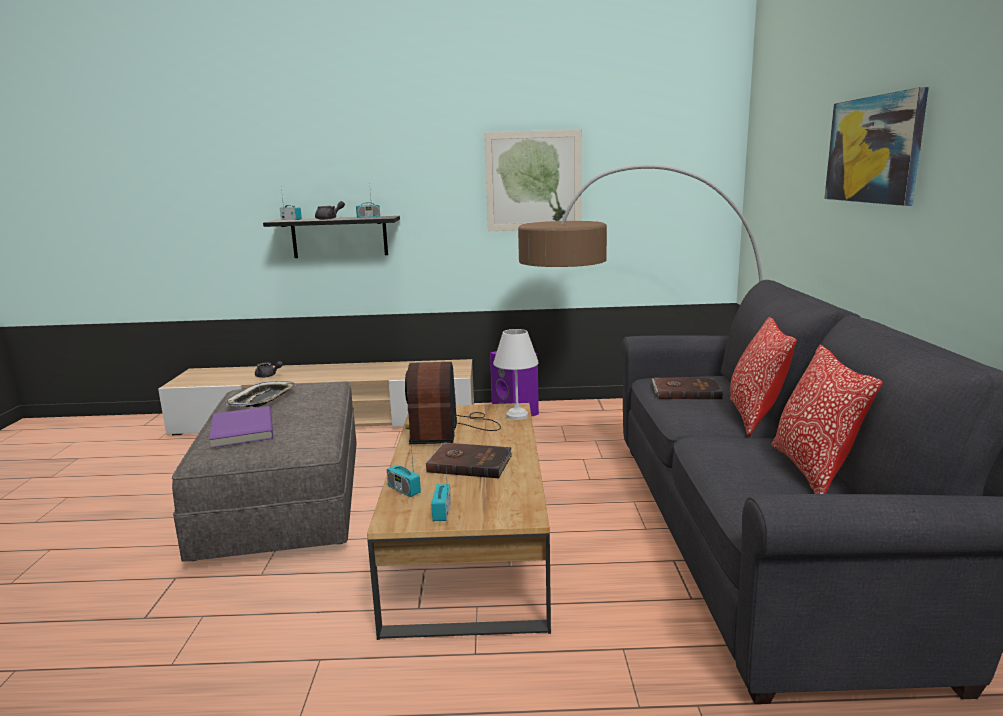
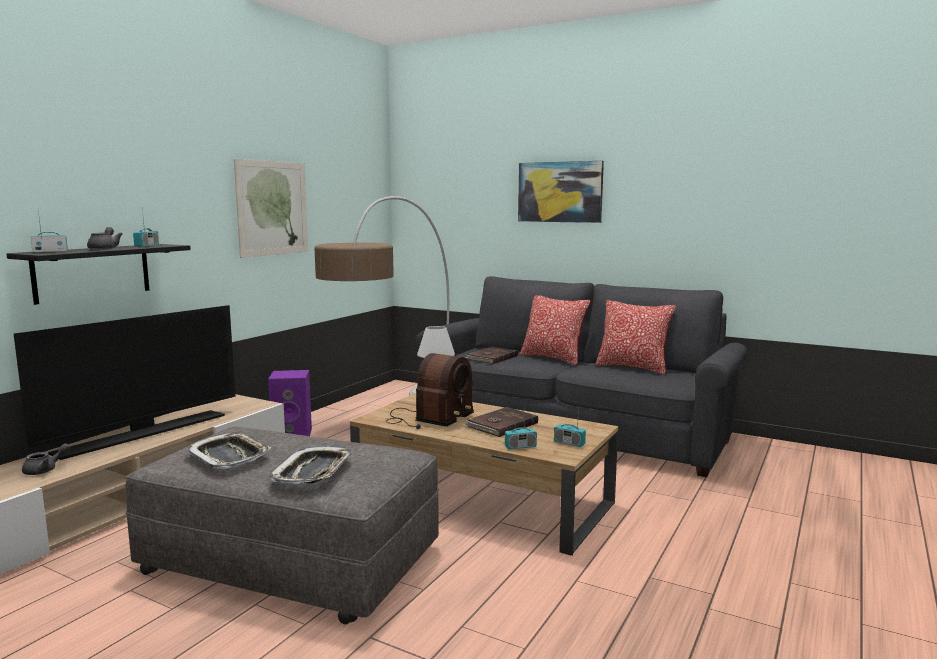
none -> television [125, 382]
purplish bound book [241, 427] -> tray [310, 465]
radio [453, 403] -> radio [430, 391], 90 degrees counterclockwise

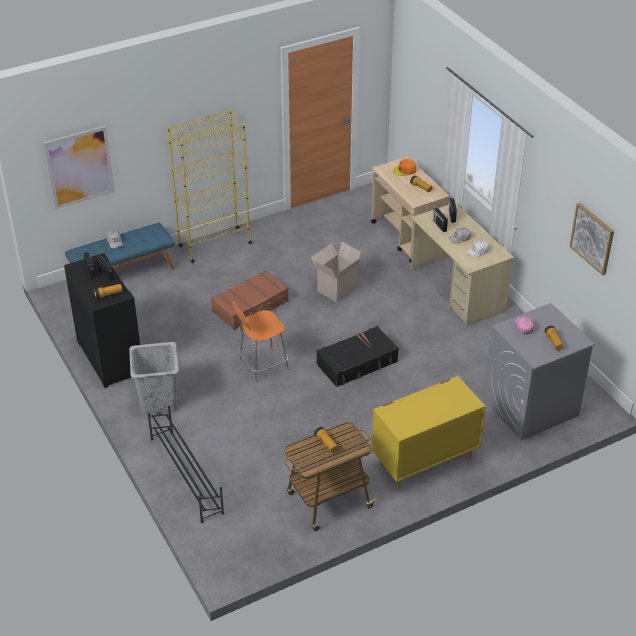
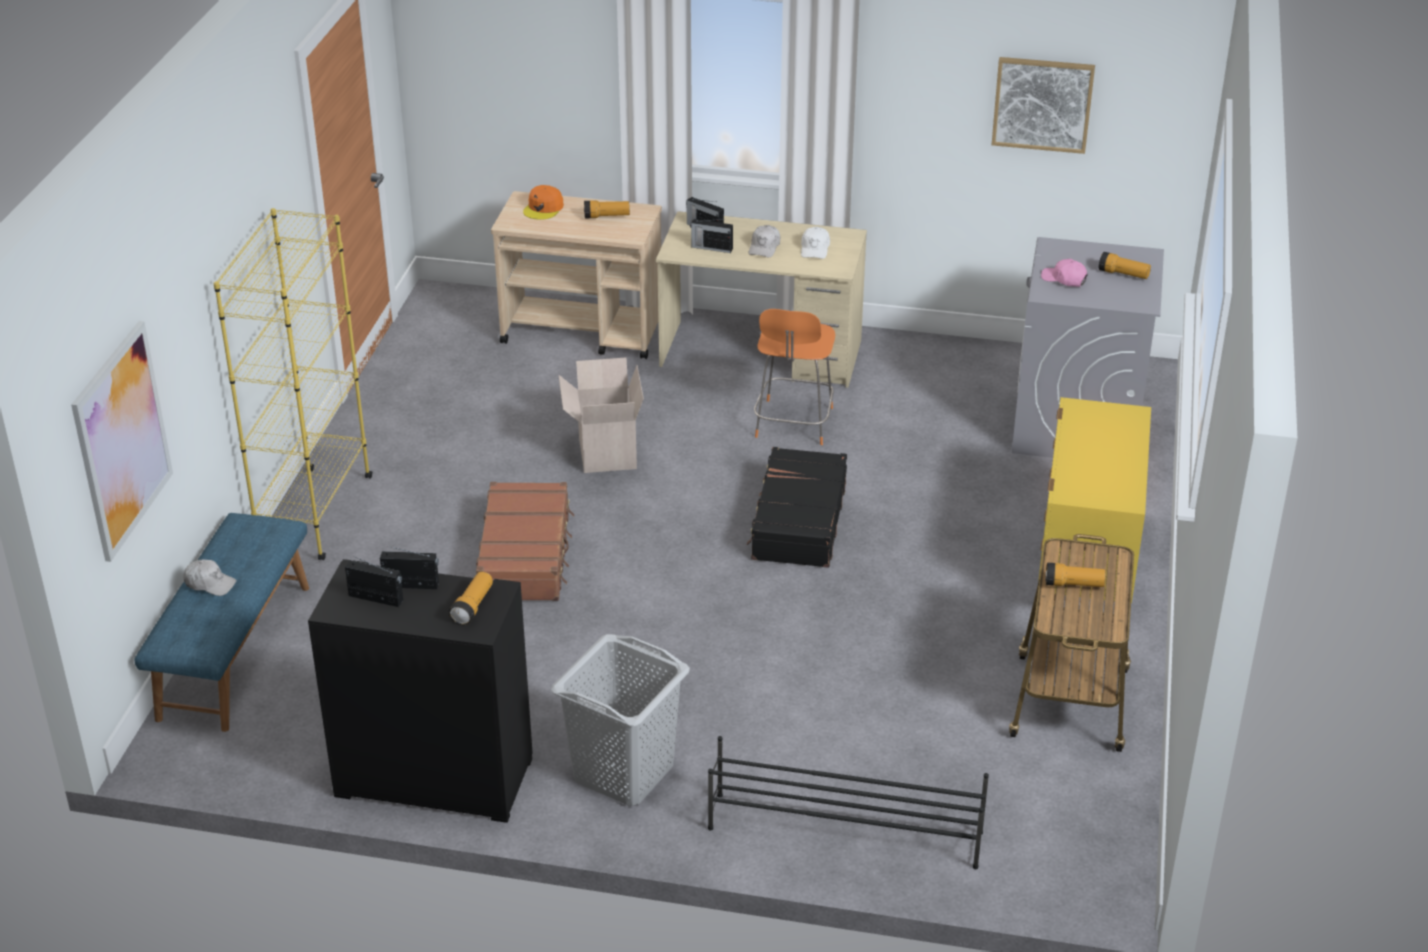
orangey chair [260, 342] -> orangey chair [794, 377], relocated

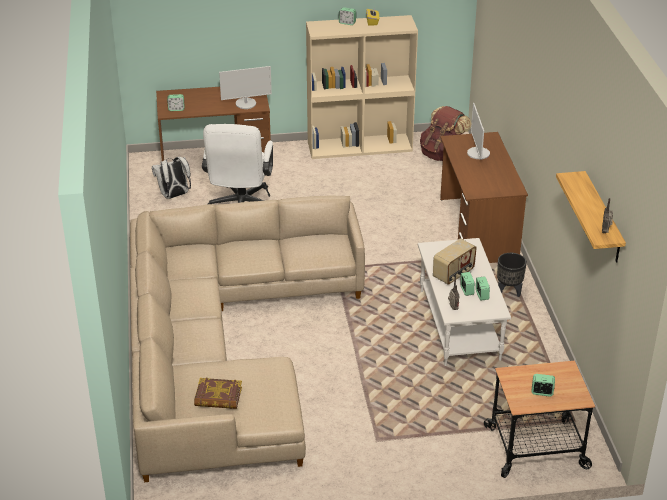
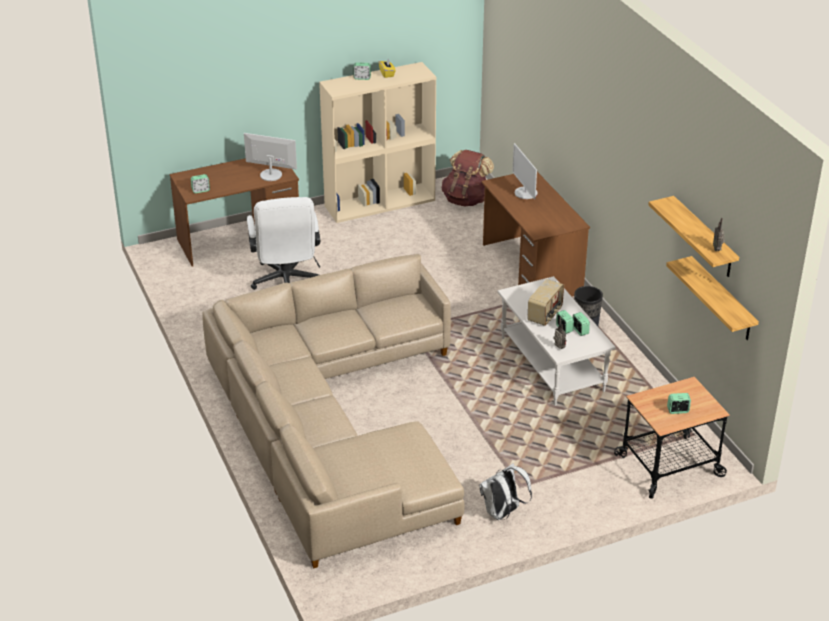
bound book [218, 393] -> none
none -> bracket shelf [712, 298]
white knapsack [171, 178] -> white knapsack [505, 491], relocated
computer display [245, 87] -> computer display [270, 157], 135 degrees counterclockwise

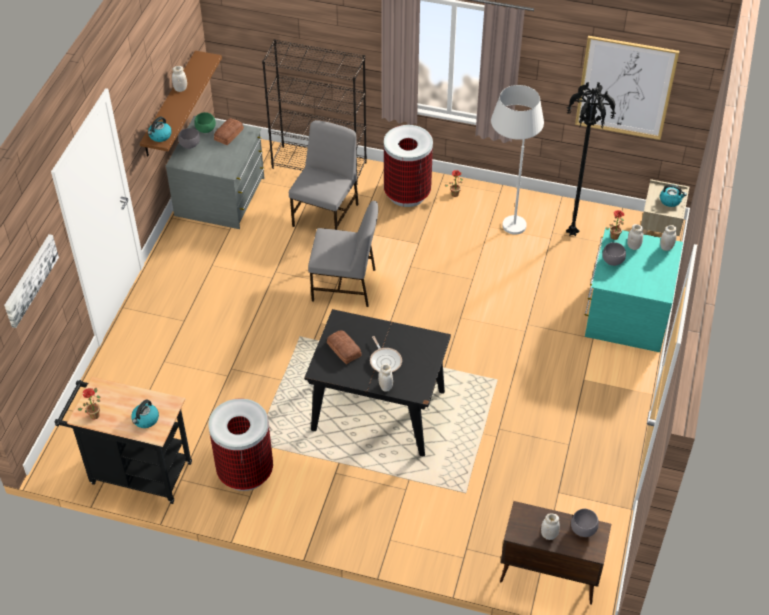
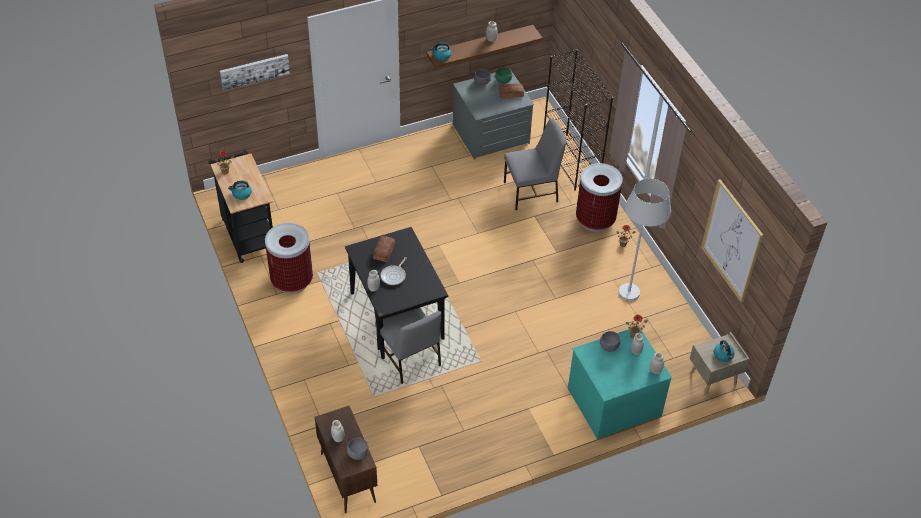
black-coloured floor lamp [591, 159] -> none
grey chair [343, 254] -> grey chair [408, 346], relocated

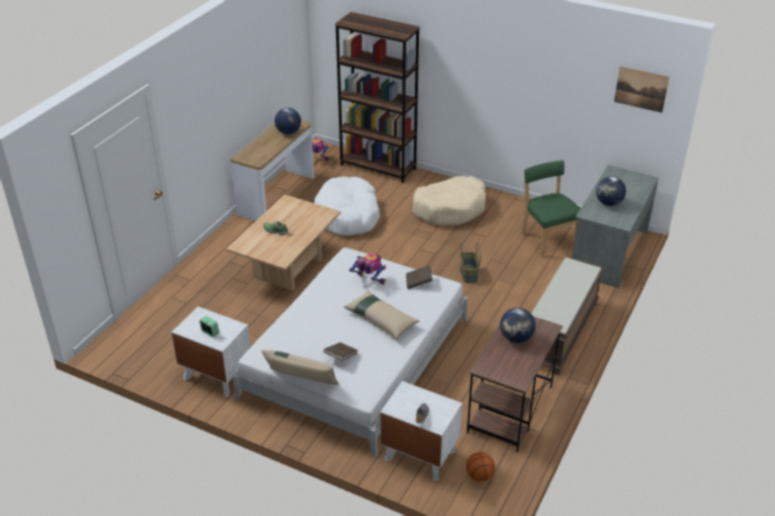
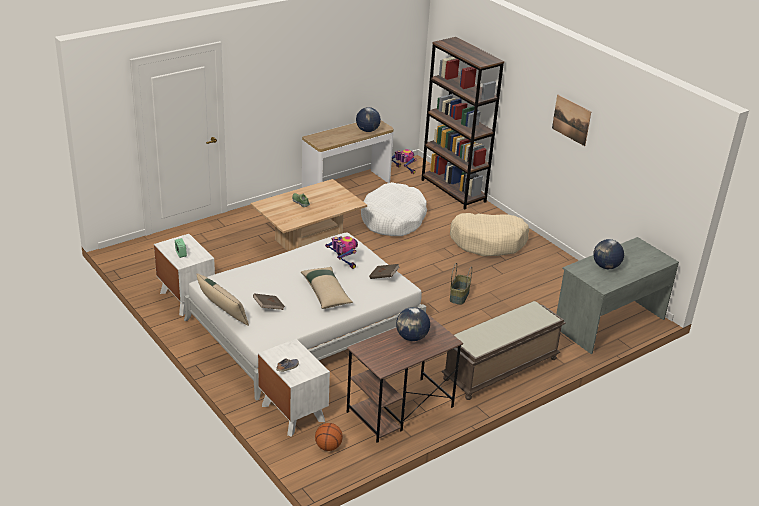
green chair [551, 209] -> none
wall picture [641, 89] -> wall picture [571, 120], relocated

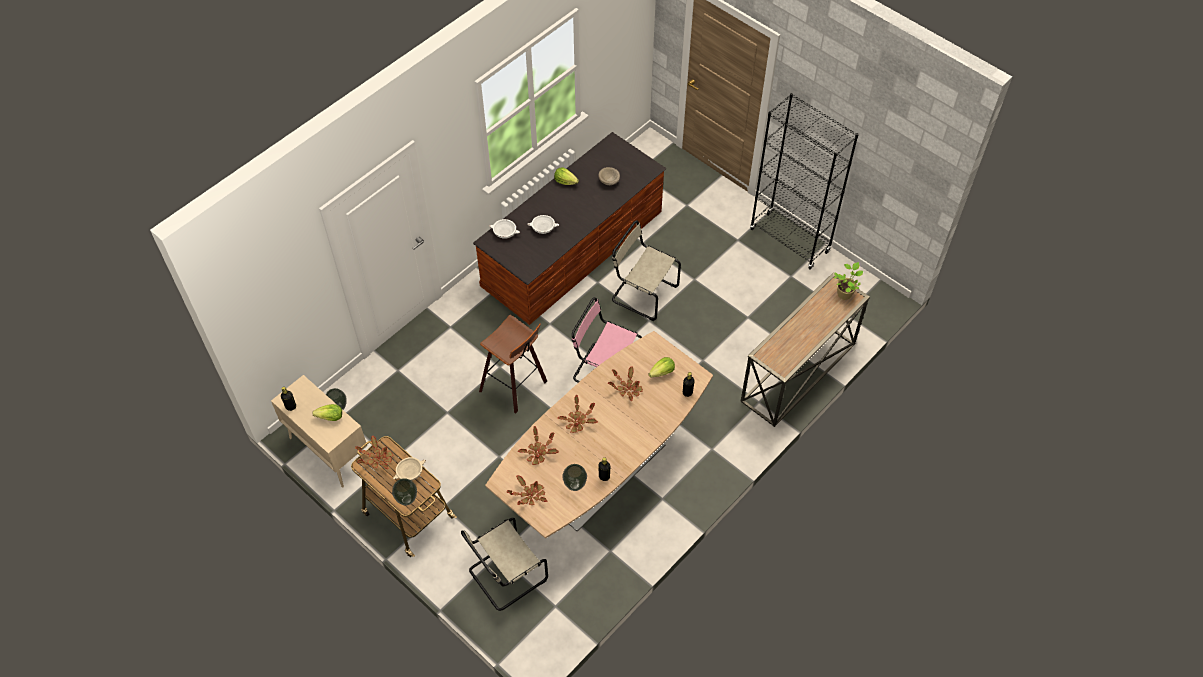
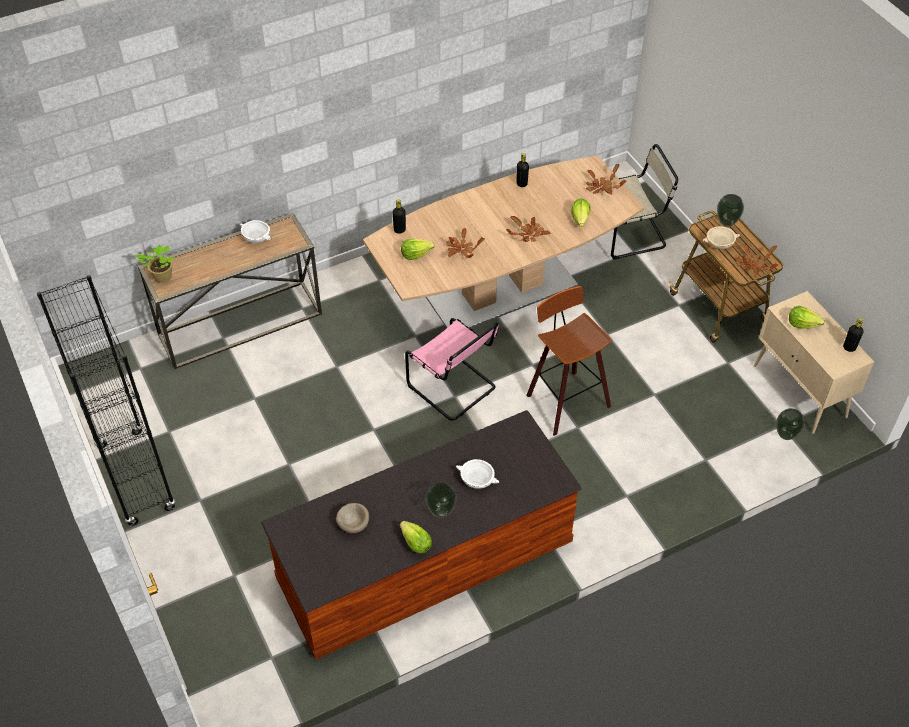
beige chair [646, 270] -> none
white bowl [504, 229] -> white bowl [256, 231], relocated
vase [574, 477] -> vase [441, 500], relocated
houseplant [538, 445] -> lettuce head [581, 212]

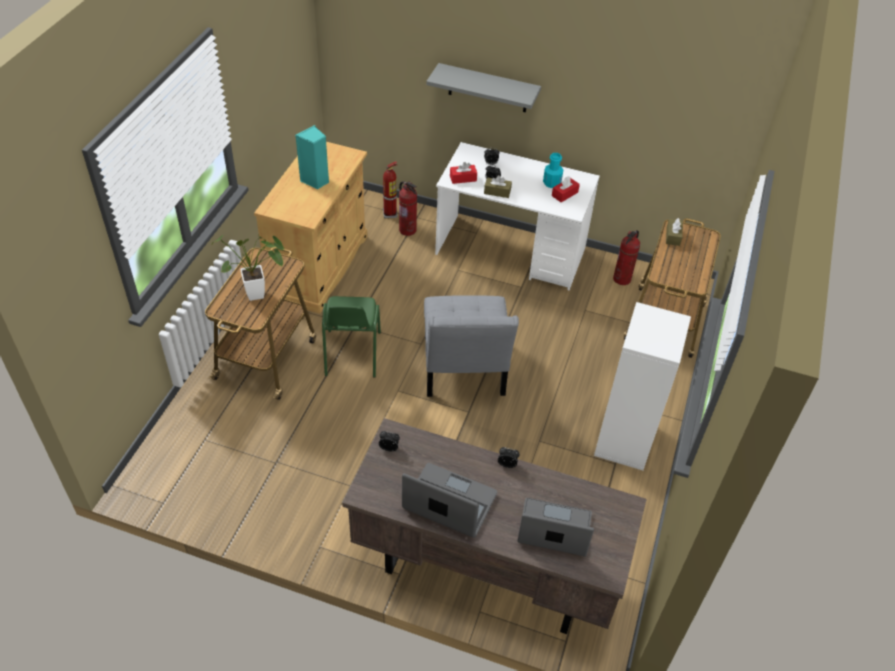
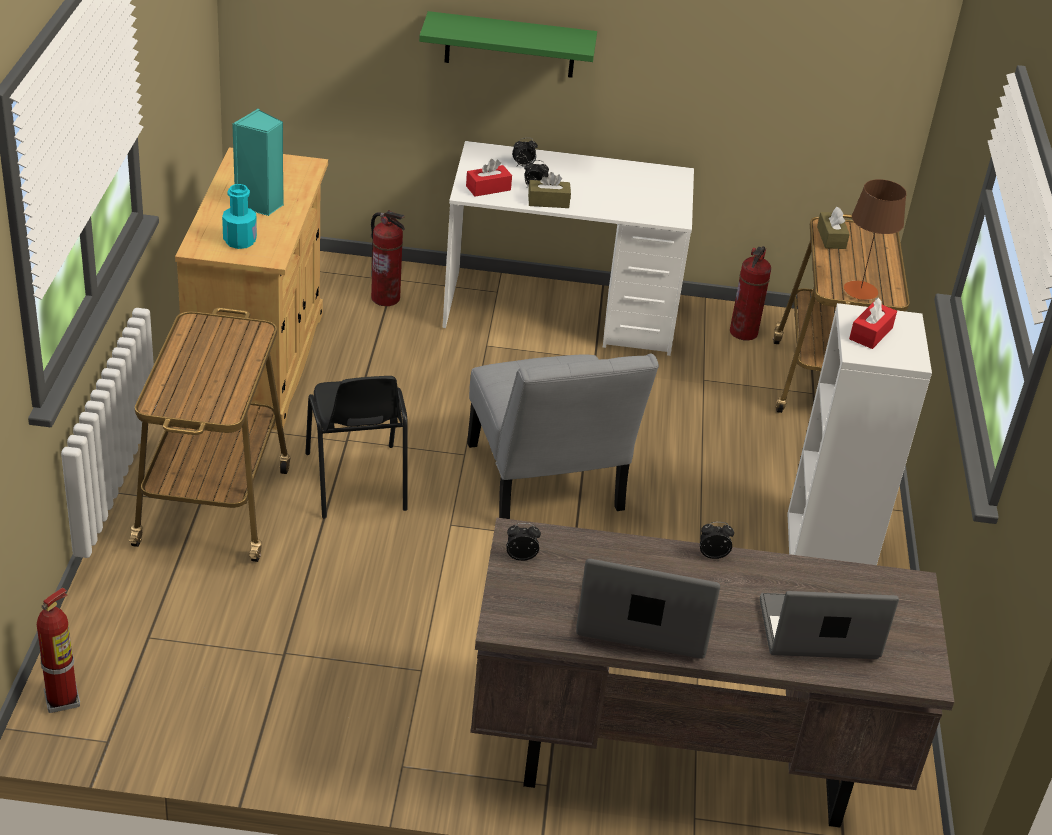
houseplant [248, 268] -> none
none -> brownish lamp for a table [875, 239]
fire-fighting cylinder [390, 189] -> fire-fighting cylinder [58, 650], relocated
turquoise beverage bottle [553, 170] -> turquoise beverage bottle [239, 216], relocated
red-coloured tissue box [566, 189] -> red-coloured tissue box [873, 323], relocated
green chair [351, 337] -> black-coloured chair [356, 447]
grey bracket shelf [483, 87] -> green bracket shelf [508, 44]

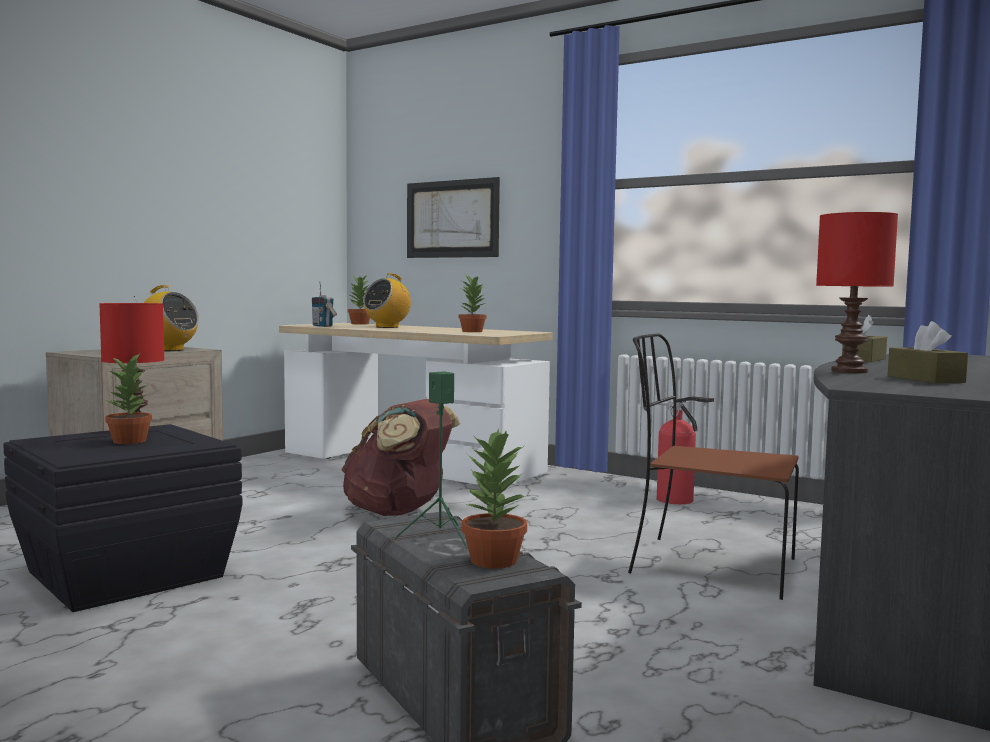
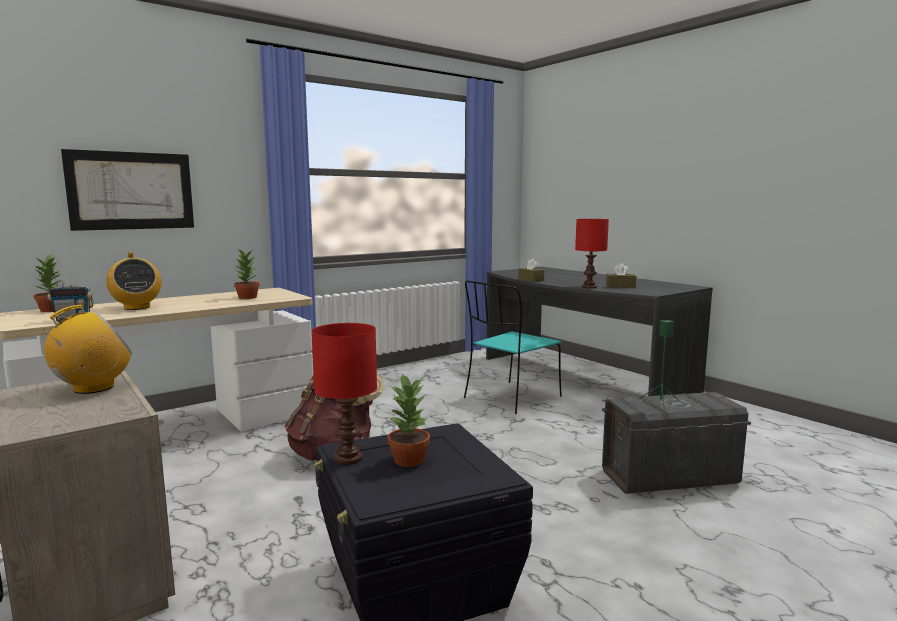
houseplant [495, 498] -> none
fire-fighting cylinder [685, 450] -> none
brownish chair [713, 467] -> turquoise chair [513, 347]

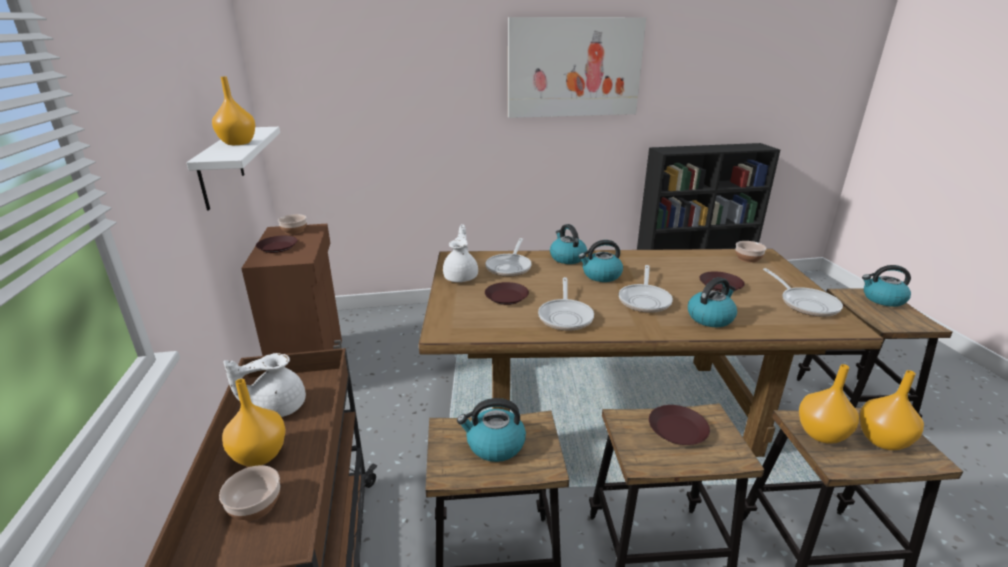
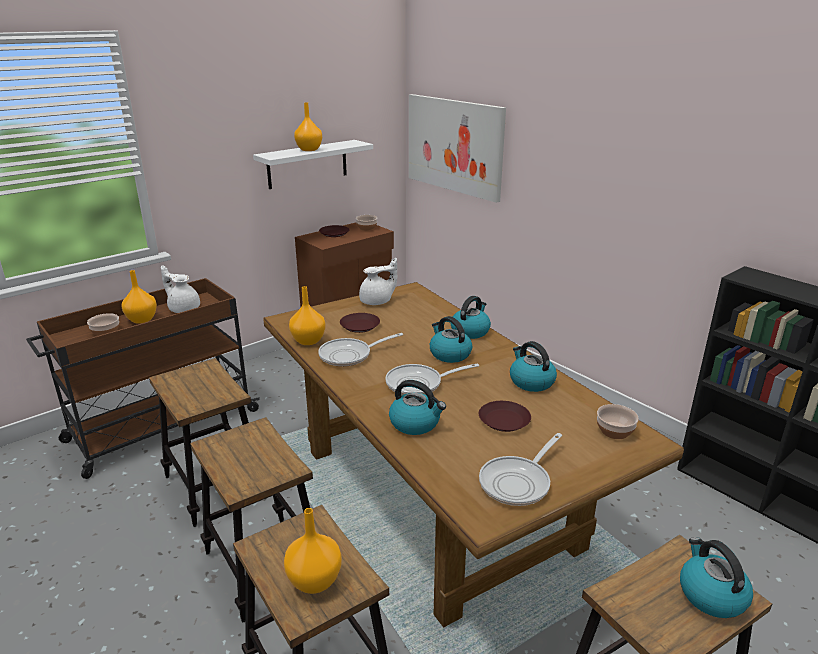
pan [508, 257] -> none
brownish dinner plate [679, 425] -> none
water kettle [491, 430] -> water kettle [533, 366], relocated
wall picture [577, 67] -> wall picture [457, 148], relocated
orangey vase [829, 404] -> orangey vase [307, 315], relocated

